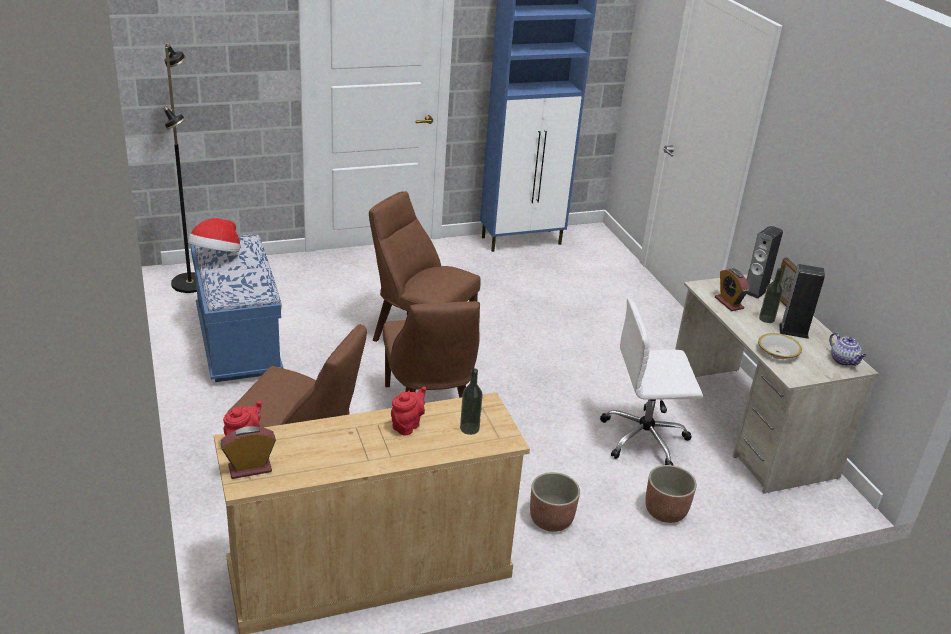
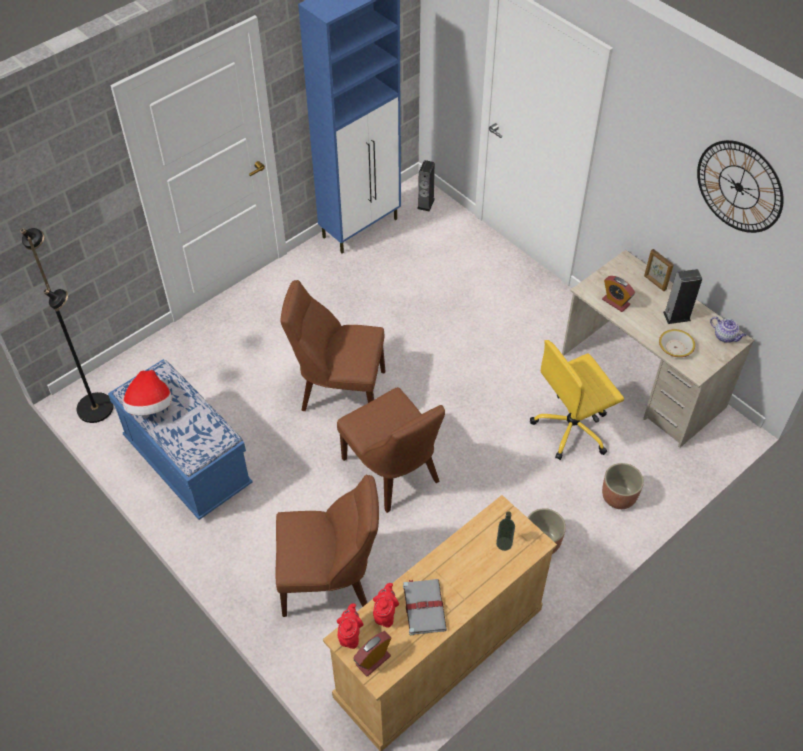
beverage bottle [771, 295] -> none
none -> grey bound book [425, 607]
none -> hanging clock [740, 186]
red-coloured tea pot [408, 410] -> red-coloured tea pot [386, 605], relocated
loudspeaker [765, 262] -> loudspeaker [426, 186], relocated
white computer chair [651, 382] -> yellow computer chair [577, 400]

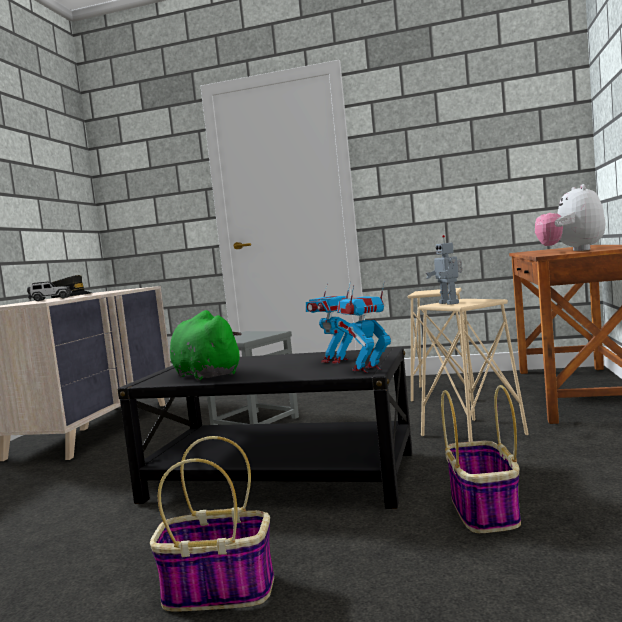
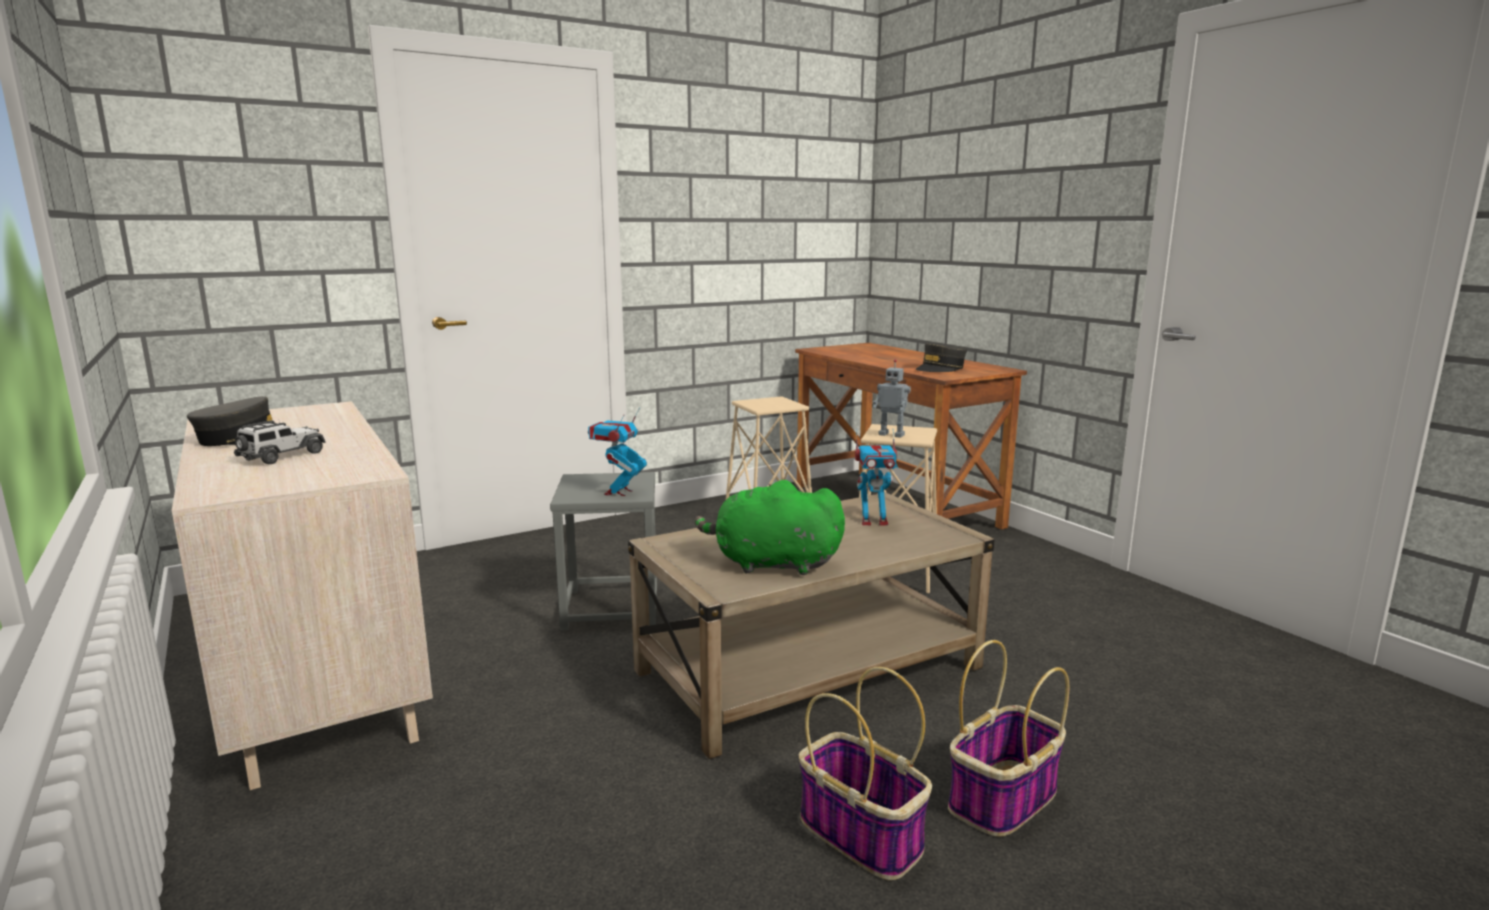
robot figure [364, 327] -> robot figure [617, 452], relocated
storage basket [481, 459] -> storage basket [865, 774], relocated
plush toy [570, 217] -> grey cap [941, 357]
black-coloured low table [265, 428] -> beige low table [811, 625]

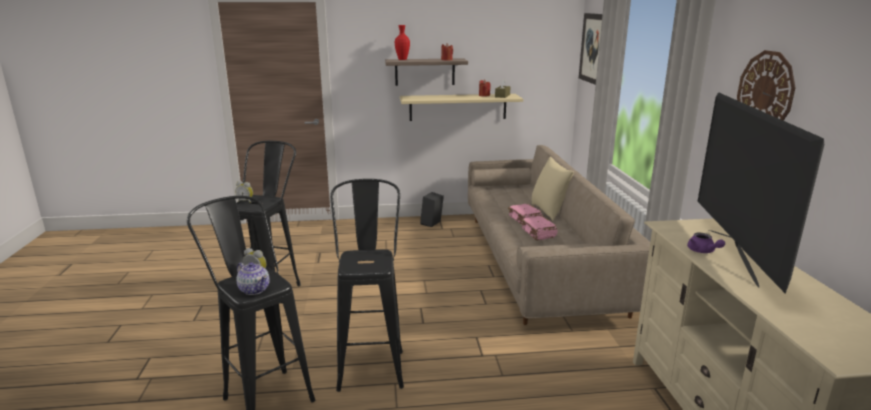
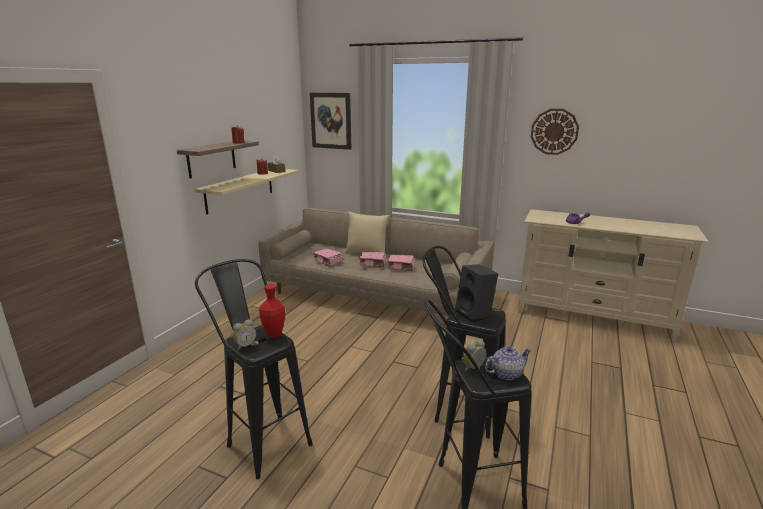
television [760, 193] -> none
none -> pink-coloured bound book [328, 257]
red-coloured vase [402, 42] -> red-coloured vase [272, 311], relocated
black-coloured loudspeaker [432, 209] -> black-coloured loudspeaker [476, 293], relocated

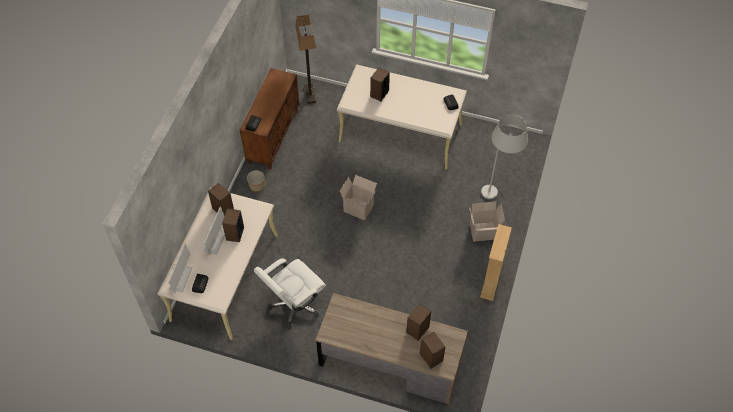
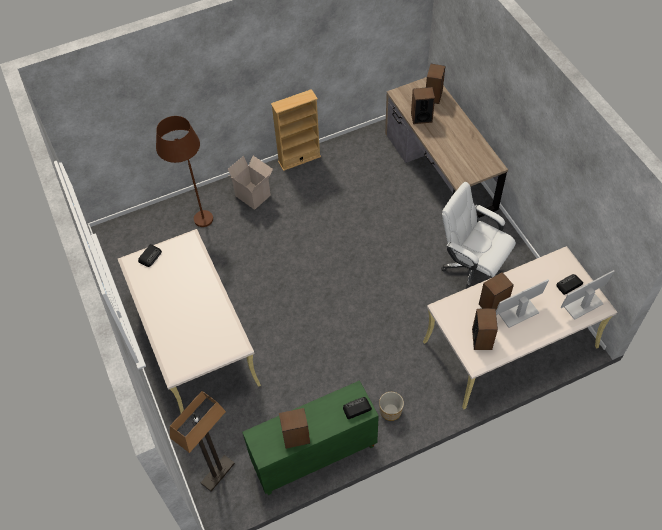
cardboard box [358, 197] -> none
loudspeaker [380, 84] -> loudspeaker [294, 428], relocated
brownish cabinet [270, 119] -> green cabinet [310, 437]
white floor lamp [504, 157] -> brownish floor lamp [184, 171]
white computer chair [290, 293] -> white computer chair [478, 235], 150 degrees counterclockwise

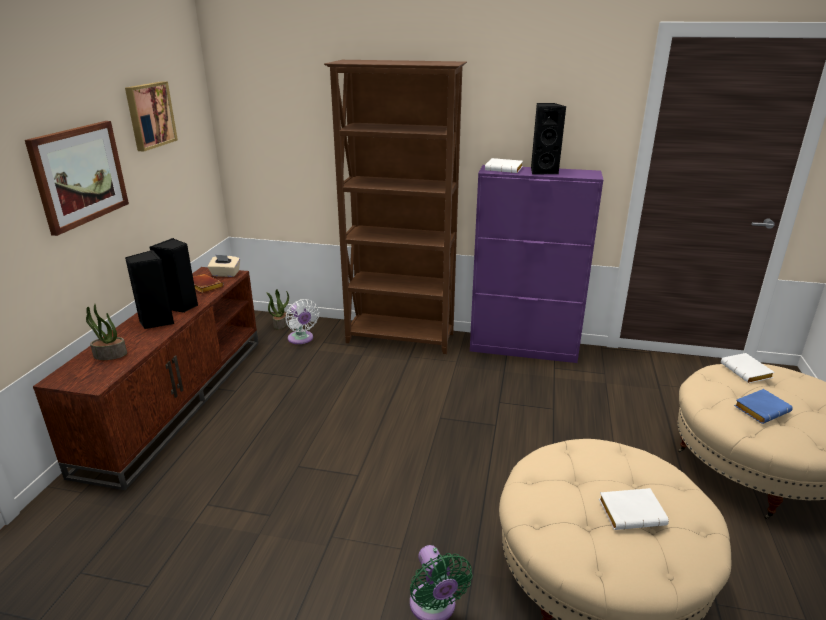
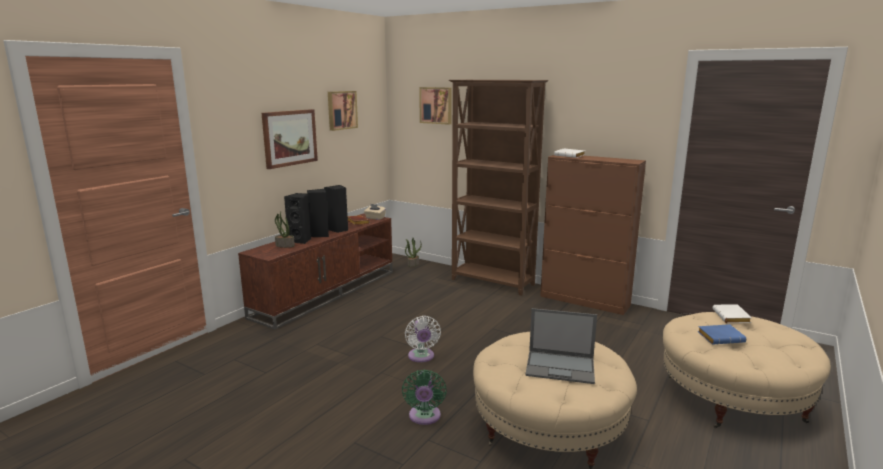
none -> wall picture [435, 106]
white electric fan [302, 321] -> white electric fan [423, 339], relocated
black-coloured loudspeaker [548, 139] -> black-coloured loudspeaker [297, 218], relocated
white bound book [634, 509] -> notebook computer [561, 346]
purplish cabinet [536, 264] -> brownish cabinet [593, 235]

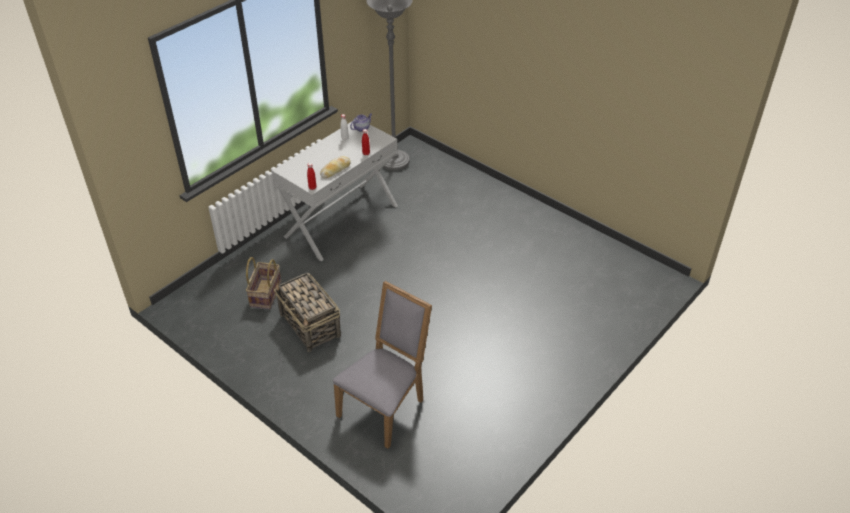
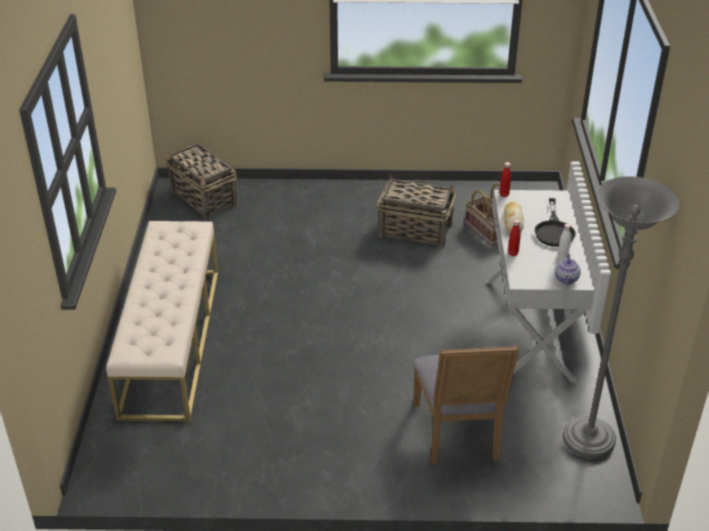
none -> beige indoor bench [162, 321]
none -> storage basket [201, 181]
none -> black-coloured pan [555, 222]
grey chair [382, 365] -> grey chair [466, 405], relocated

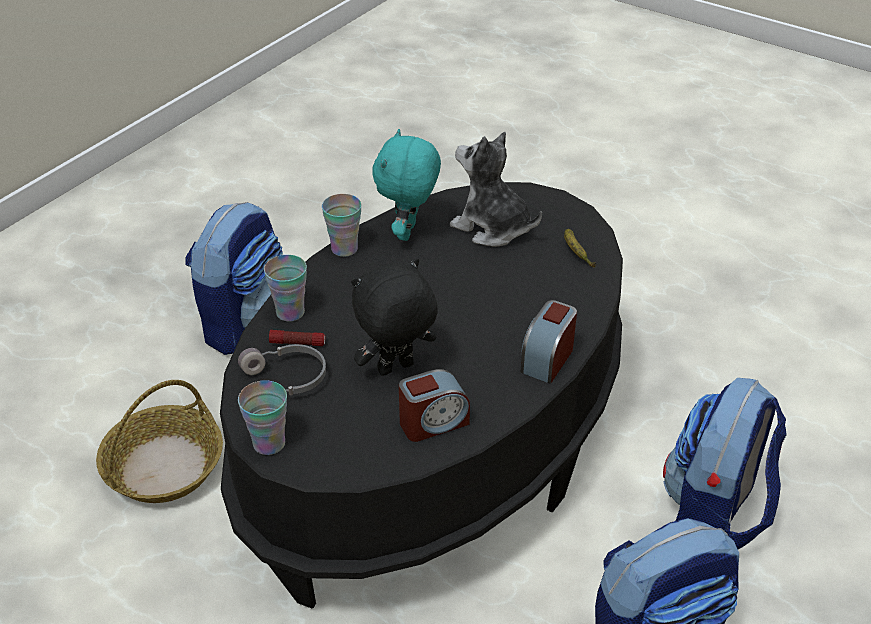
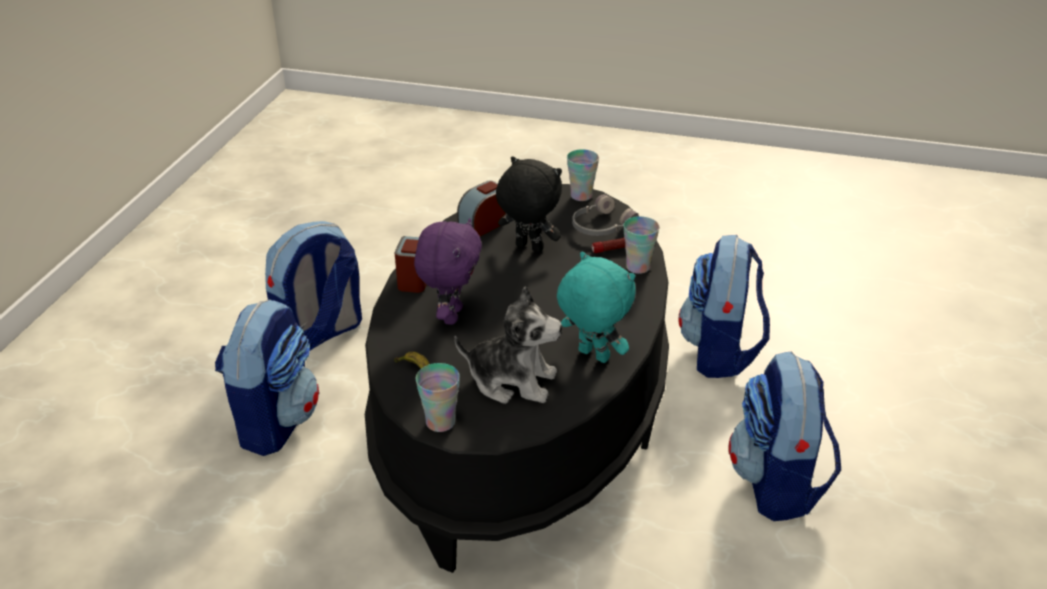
none -> purplish plush toy [448, 271]
drinking cup [341, 225] -> drinking cup [438, 397], relocated
storage basket [159, 441] -> knapsack [724, 306]
black-coloured plush toy [394, 317] -> black-coloured plush toy [529, 204], 105 degrees counterclockwise
turquoise plush toy [406, 185] -> turquoise plush toy [596, 307], 45 degrees counterclockwise

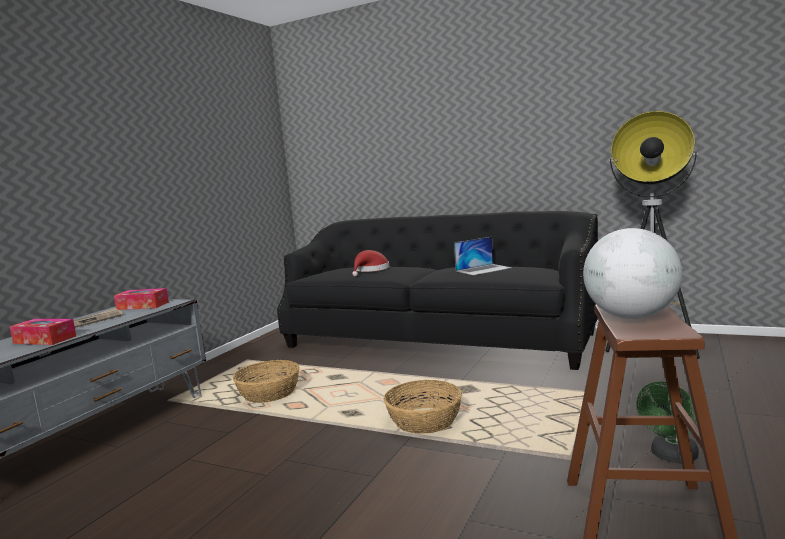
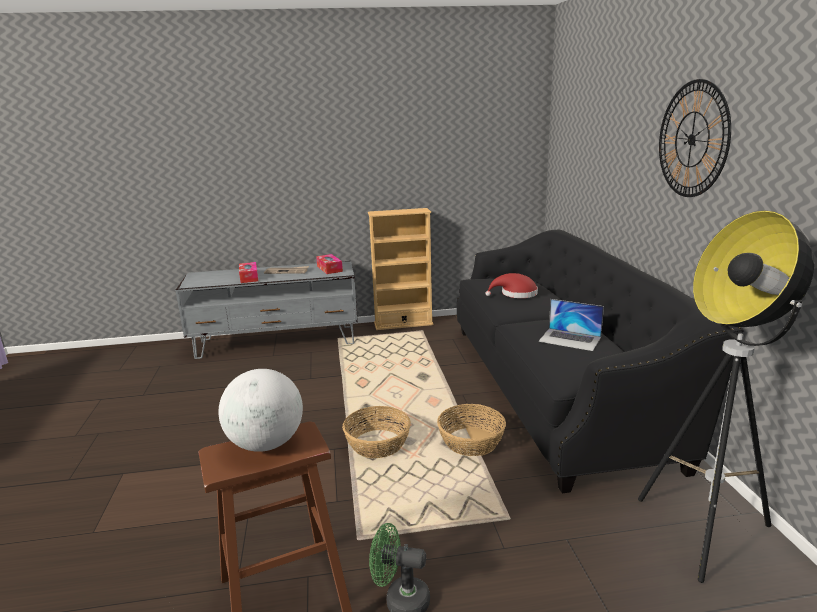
none -> beige bookshelf [401, 269]
none -> hanging clock [695, 138]
storage basket [266, 381] -> storage basket [471, 430], relocated

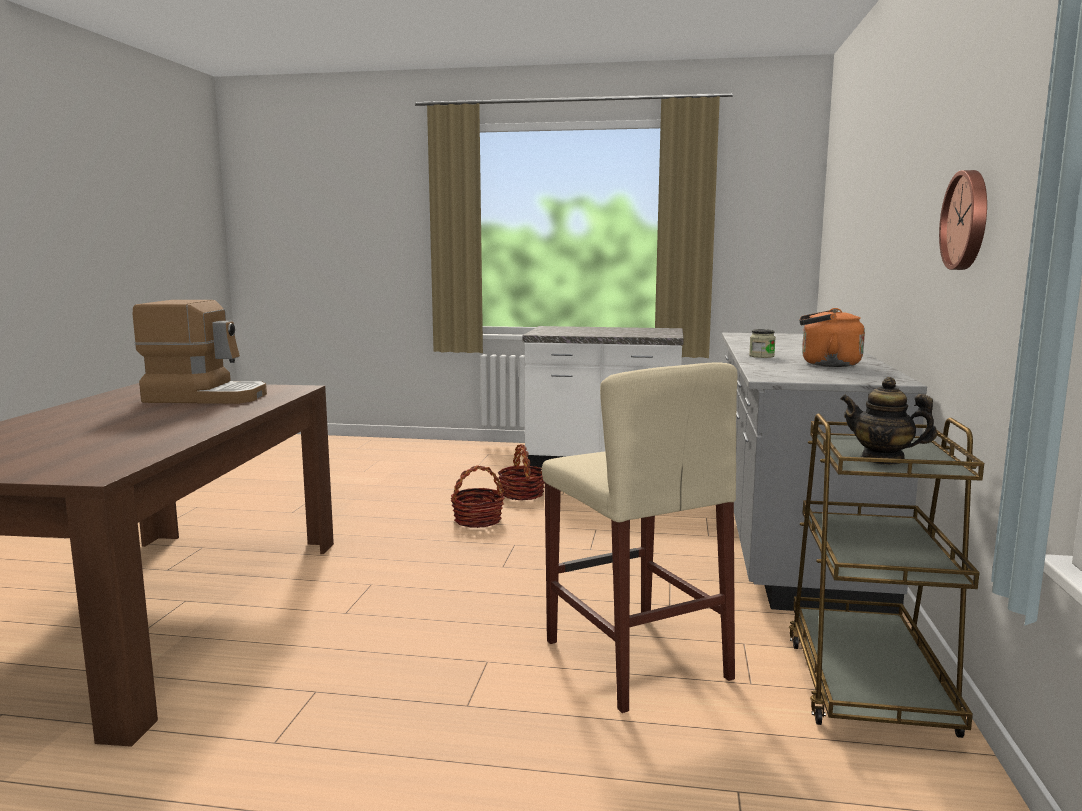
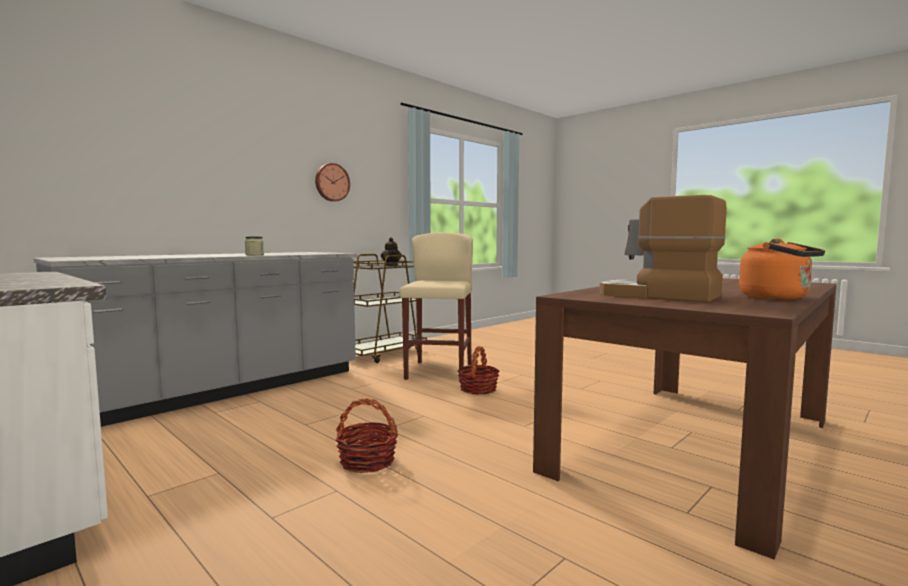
storage basket [521, 472] -> storage basket [478, 370], relocated
orangey water kettle [832, 337] -> orangey water kettle [782, 269], relocated

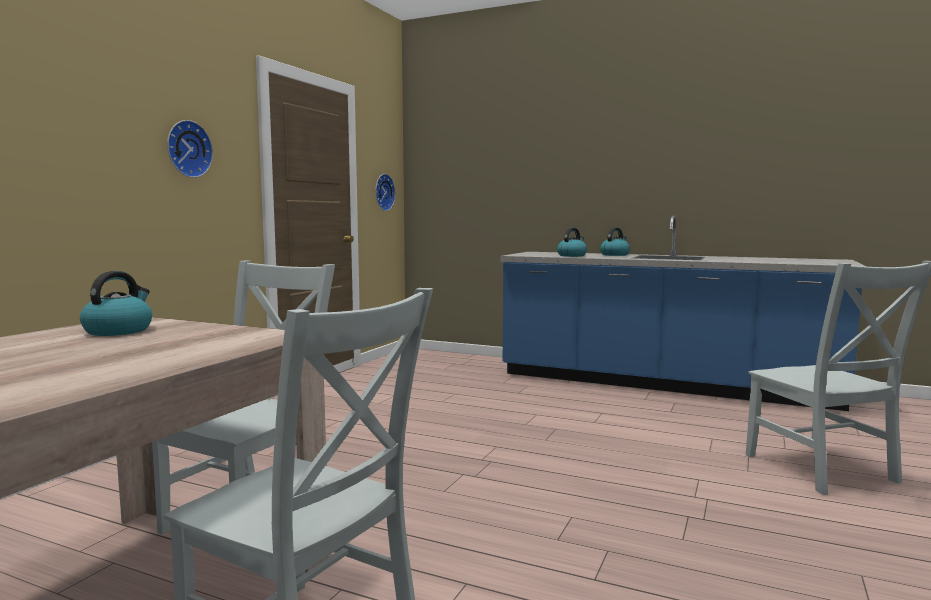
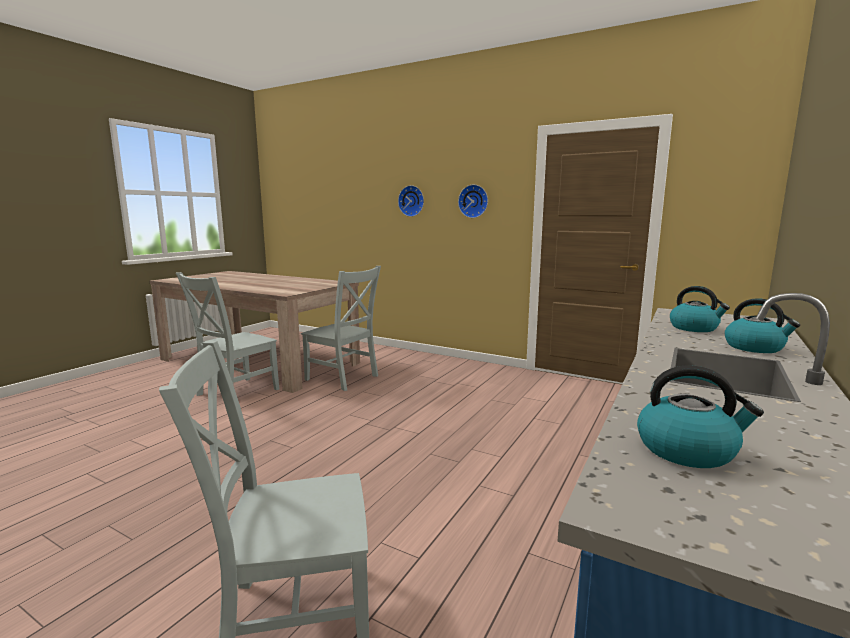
water kettle [116, 303] -> water kettle [700, 416], relocated
hanging clock [385, 192] -> hanging clock [411, 201], relocated

